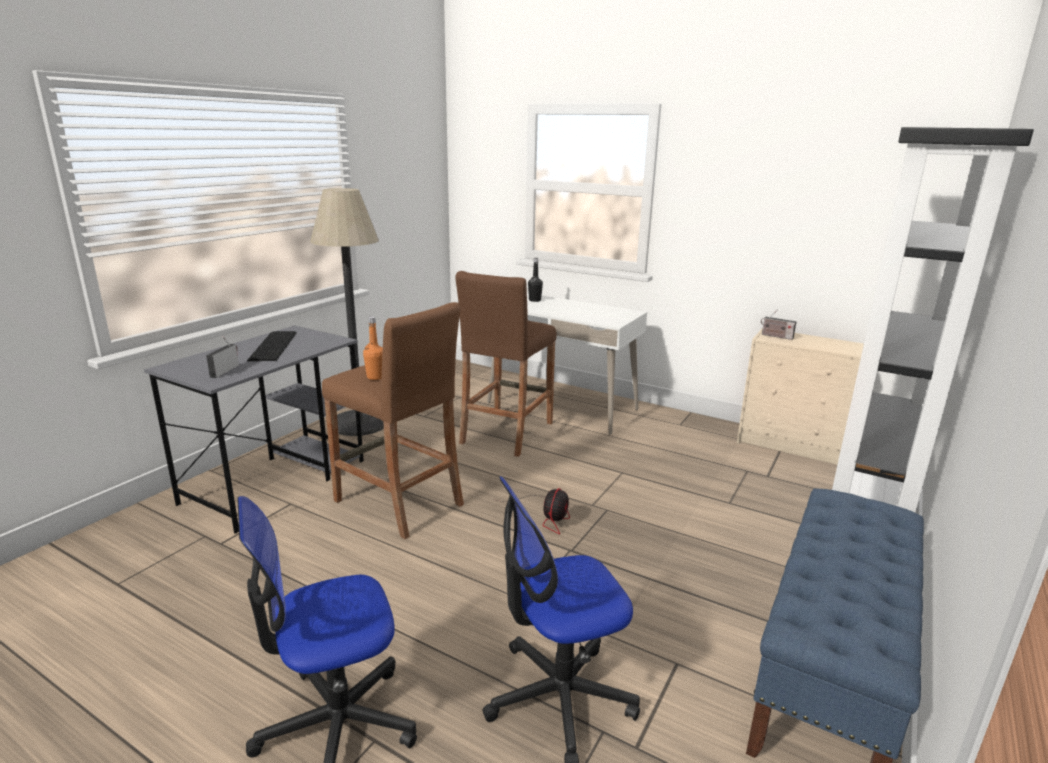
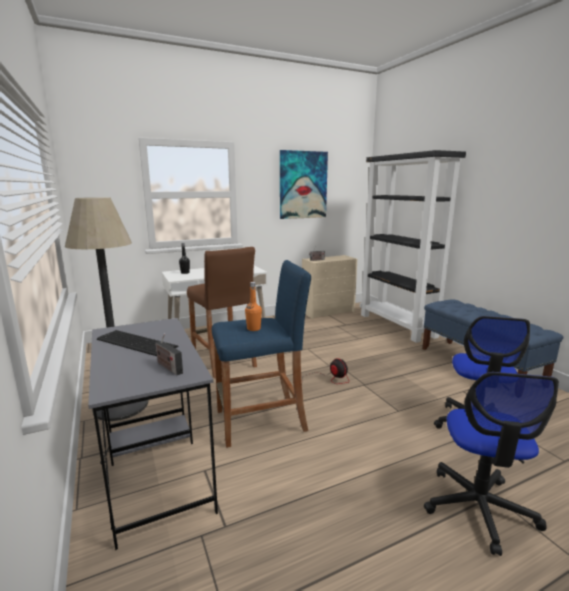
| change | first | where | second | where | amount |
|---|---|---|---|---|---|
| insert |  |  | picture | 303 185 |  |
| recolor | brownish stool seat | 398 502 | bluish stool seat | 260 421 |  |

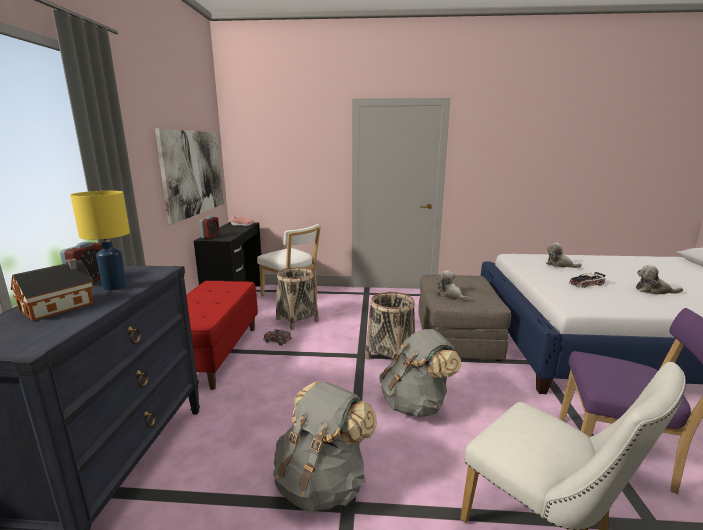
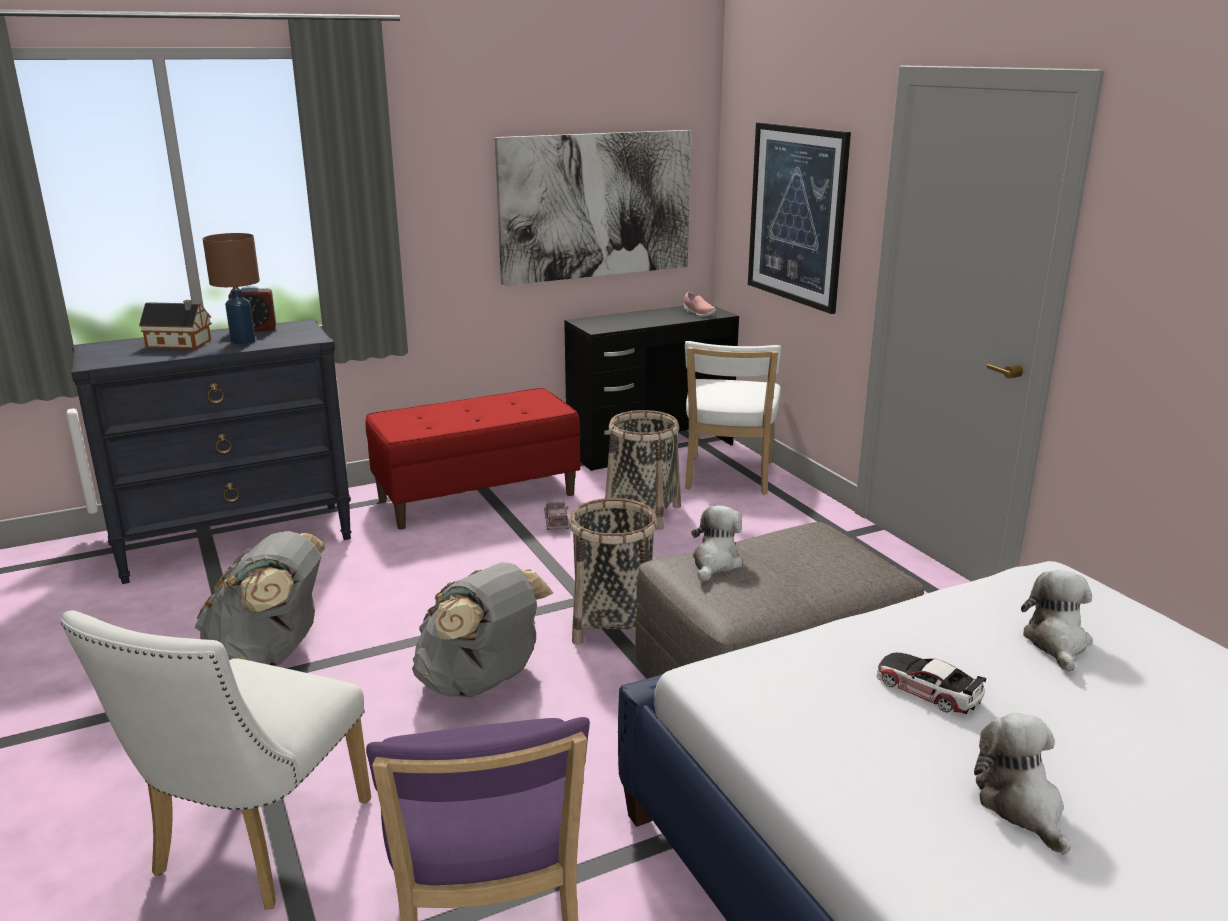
| change | first | where | second | where | amount |
|---|---|---|---|---|---|
| delete | alarm clock | 210 237 |  |  |  |
| insert |  |  | picture | 796 215 |  |
| recolor | yellow tabletop lamp | 114 286 | brownish tabletop lamp | 243 341 |  |

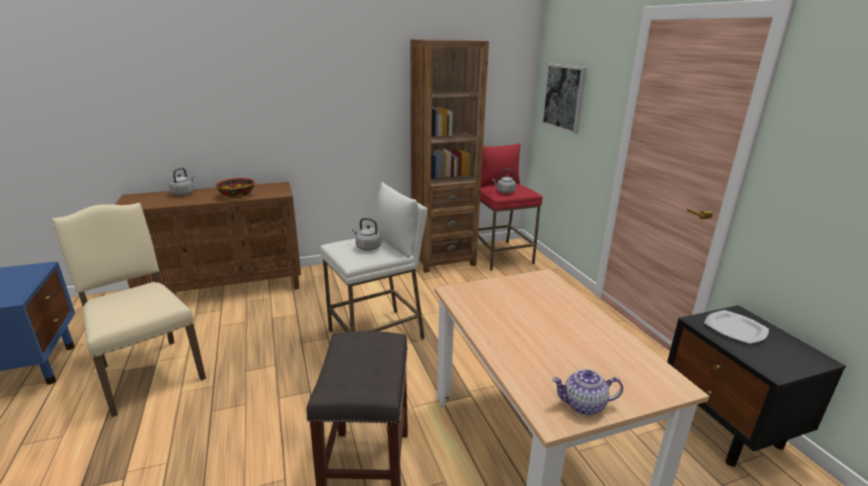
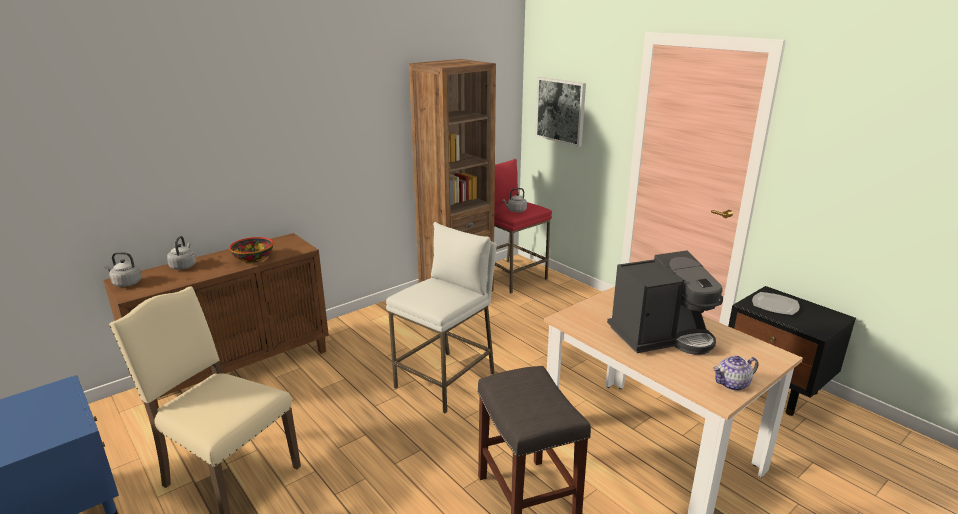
| change | first | where | second | where | amount |
|---|---|---|---|---|---|
| insert |  |  | coffee machine | 662 336 |  |
| move | gray kettle | 367 247 |  | 126 283 |  |

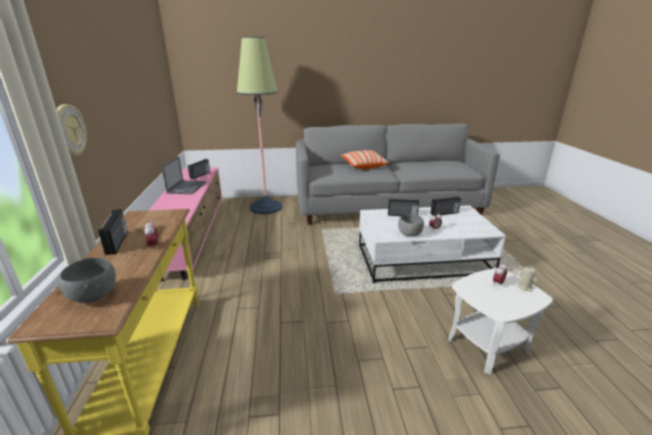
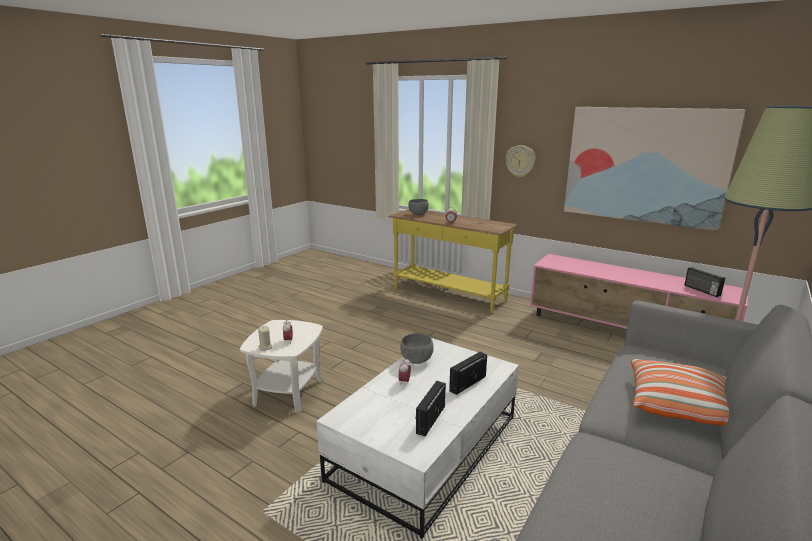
| change | first | where | second | where | amount |
|---|---|---|---|---|---|
| delete | radio set | 118 242 |  |  |  |
| delete | laptop | 187 187 |  |  |  |
| insert |  |  | picture | 644 165 |  |

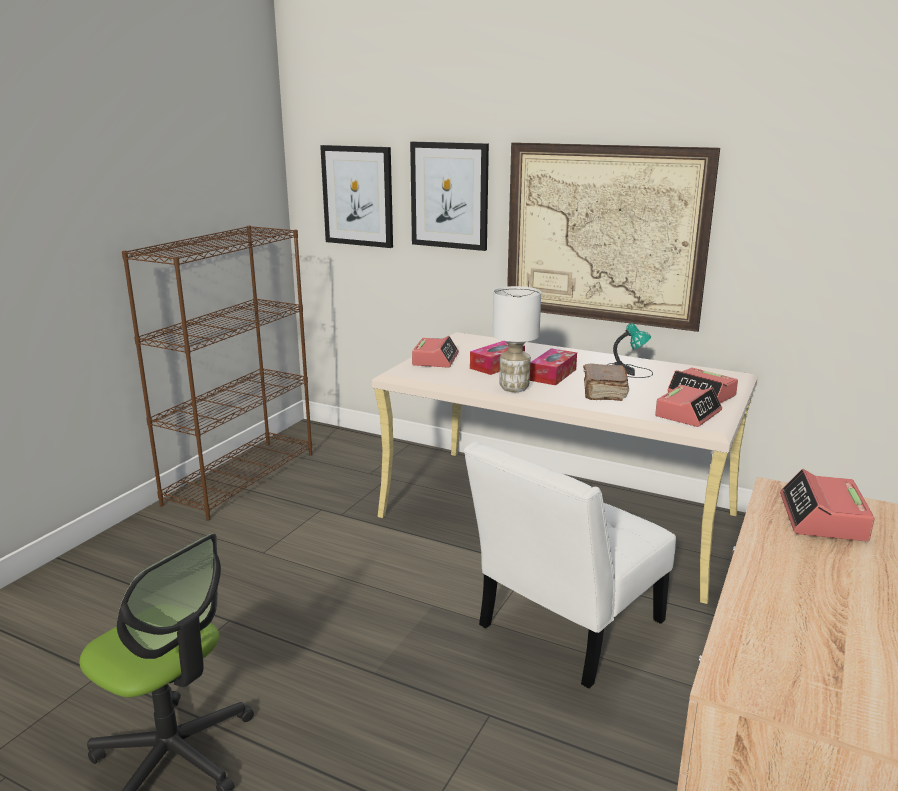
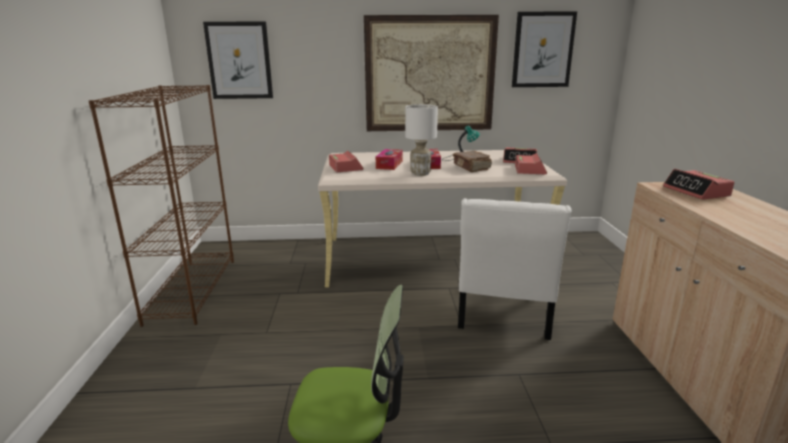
| change | first | where | second | where | amount |
|---|---|---|---|---|---|
| move | picture | 449 195 |  | 542 50 |  |

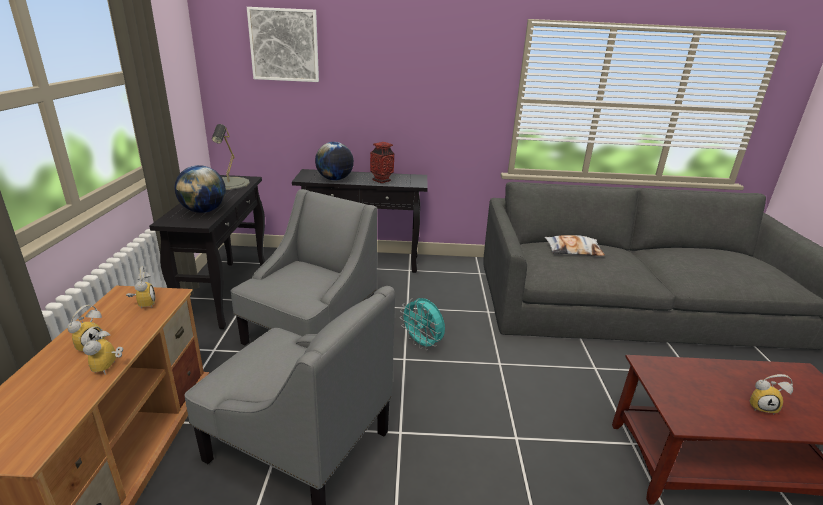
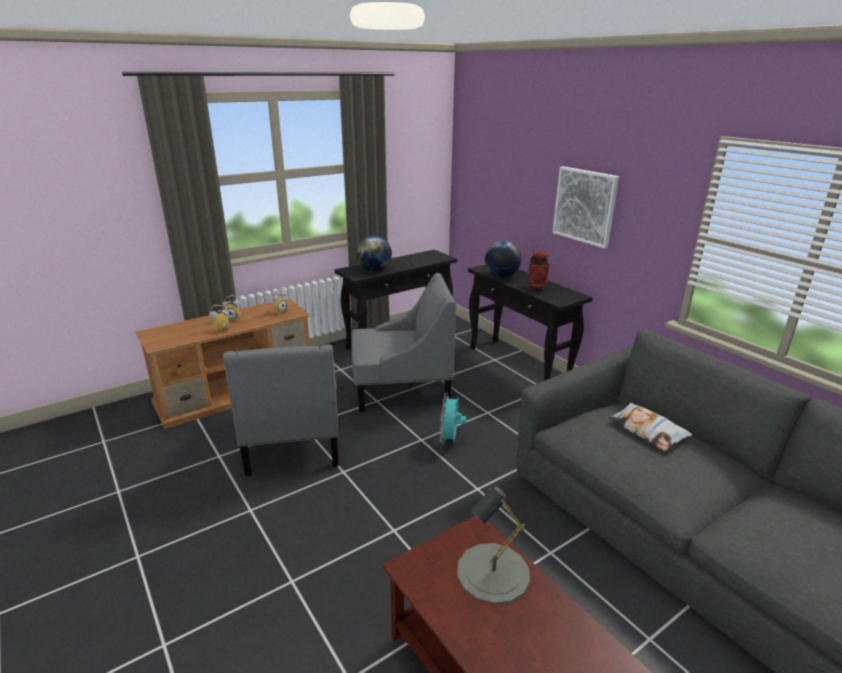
| change | first | where | second | where | amount |
|---|---|---|---|---|---|
| delete | alarm clock | 762 406 |  |  |  |
| move | gray tabletop lamp | 229 183 |  | 493 573 |  |
| move | picture | 284 45 |  | 585 206 |  |

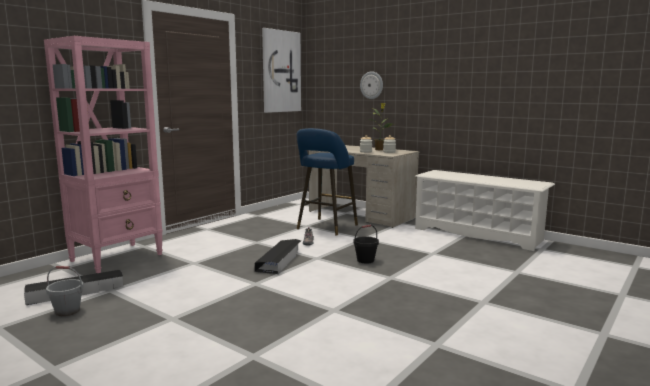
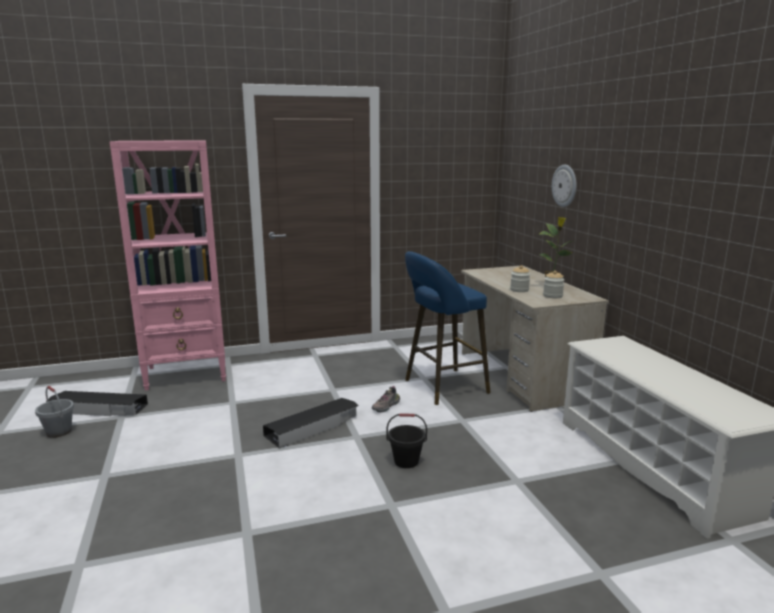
| change | first | where | second | where | amount |
|---|---|---|---|---|---|
| delete | picture | 281 71 |  |  |  |

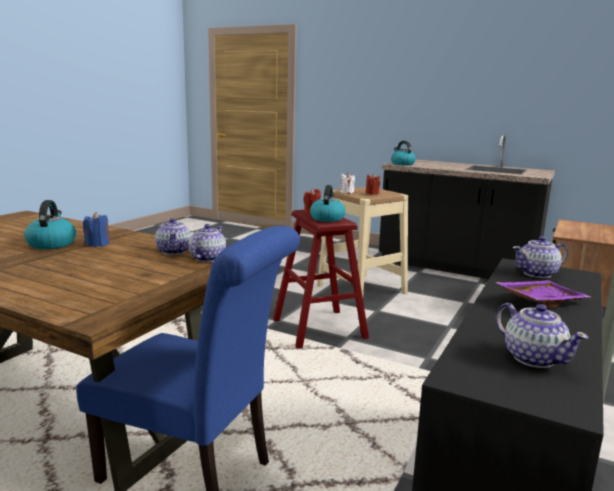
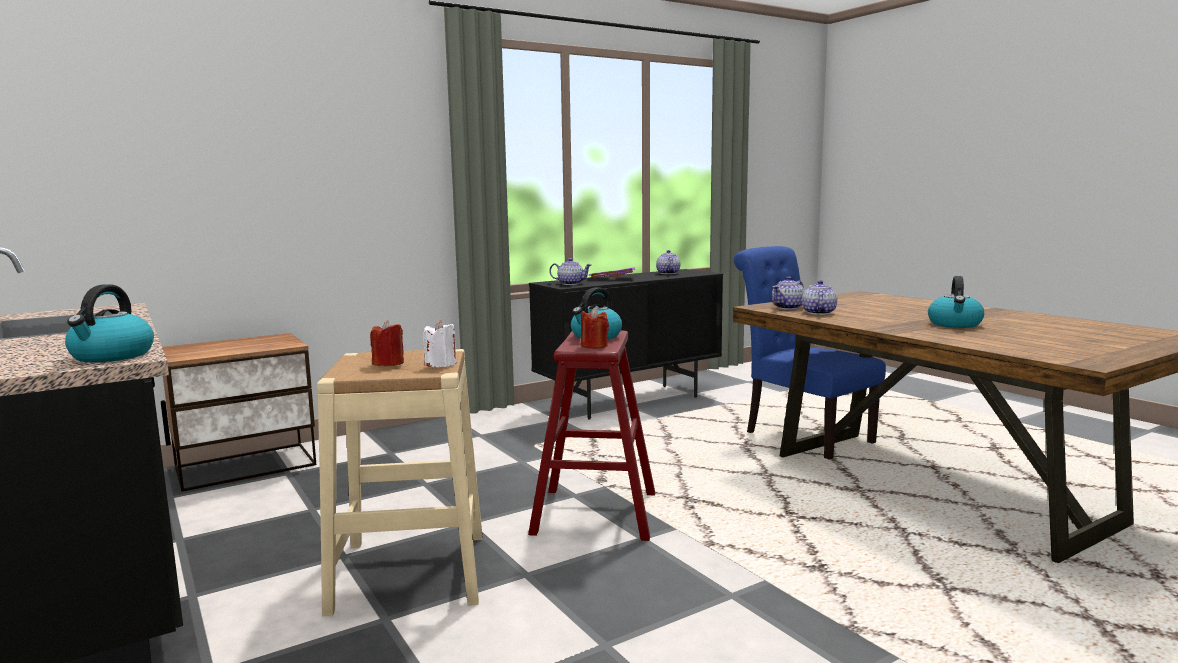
| change | first | where | second | where | amount |
|---|---|---|---|---|---|
| delete | bluish wax candle | 97 244 |  |  |  |

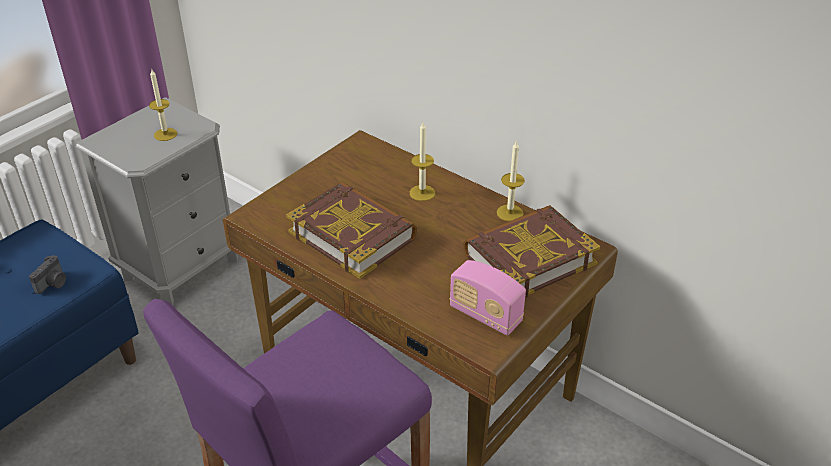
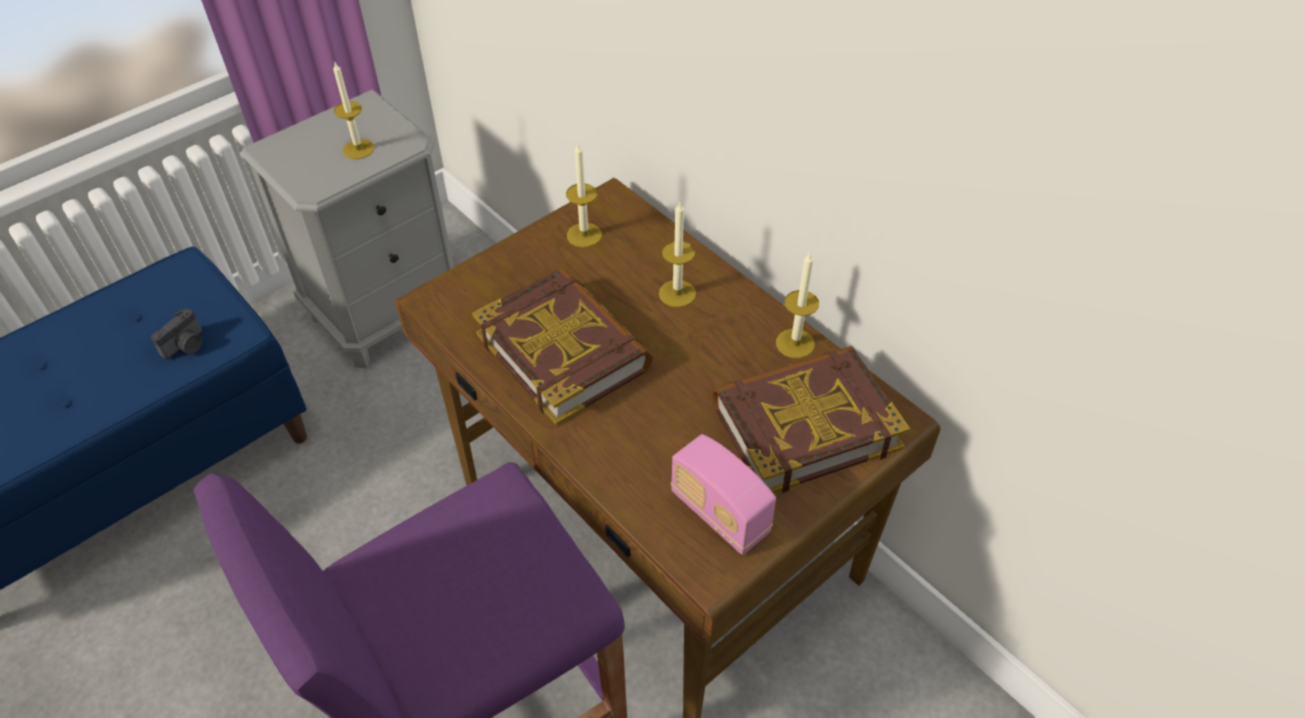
| change | first | where | second | where | amount |
|---|---|---|---|---|---|
| insert |  |  | wax candle | 584 235 |  |

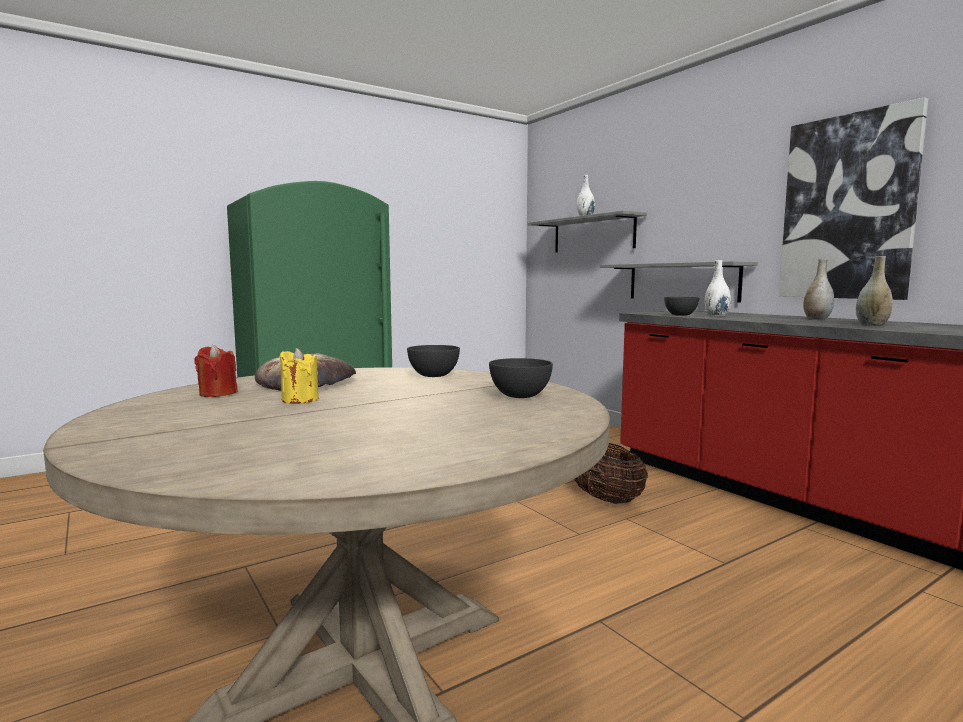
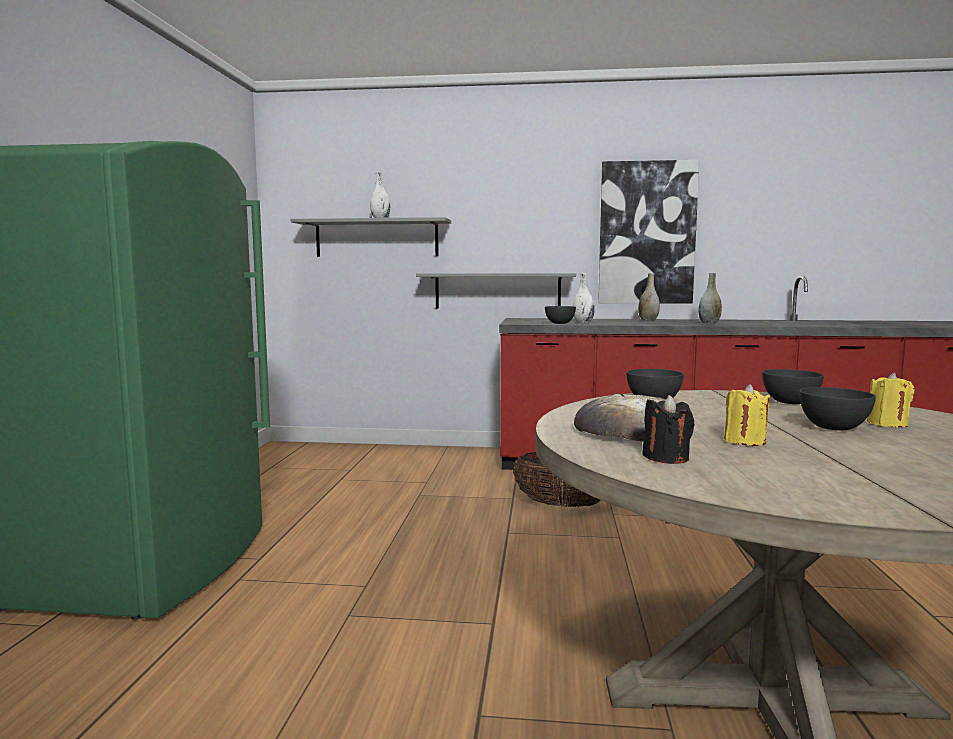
| change | first | where | second | where | amount |
|---|---|---|---|---|---|
| insert |  |  | gray serving bowl | 834 427 |  |
| insert |  |  | yellow wax candle | 887 424 |  |
| recolor | red-coloured wax candle | 217 393 | black wax candle | 666 457 |  |

